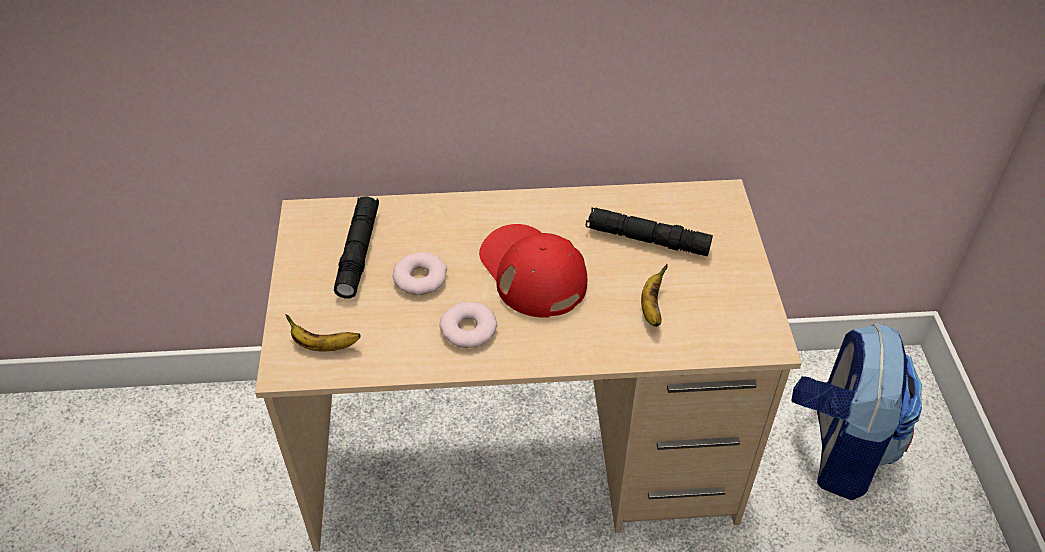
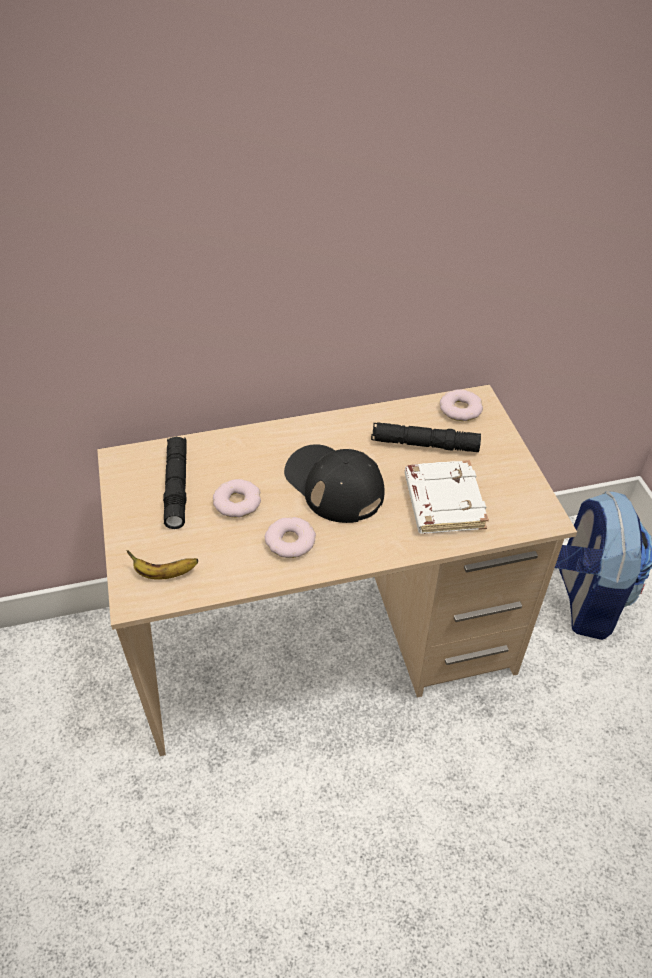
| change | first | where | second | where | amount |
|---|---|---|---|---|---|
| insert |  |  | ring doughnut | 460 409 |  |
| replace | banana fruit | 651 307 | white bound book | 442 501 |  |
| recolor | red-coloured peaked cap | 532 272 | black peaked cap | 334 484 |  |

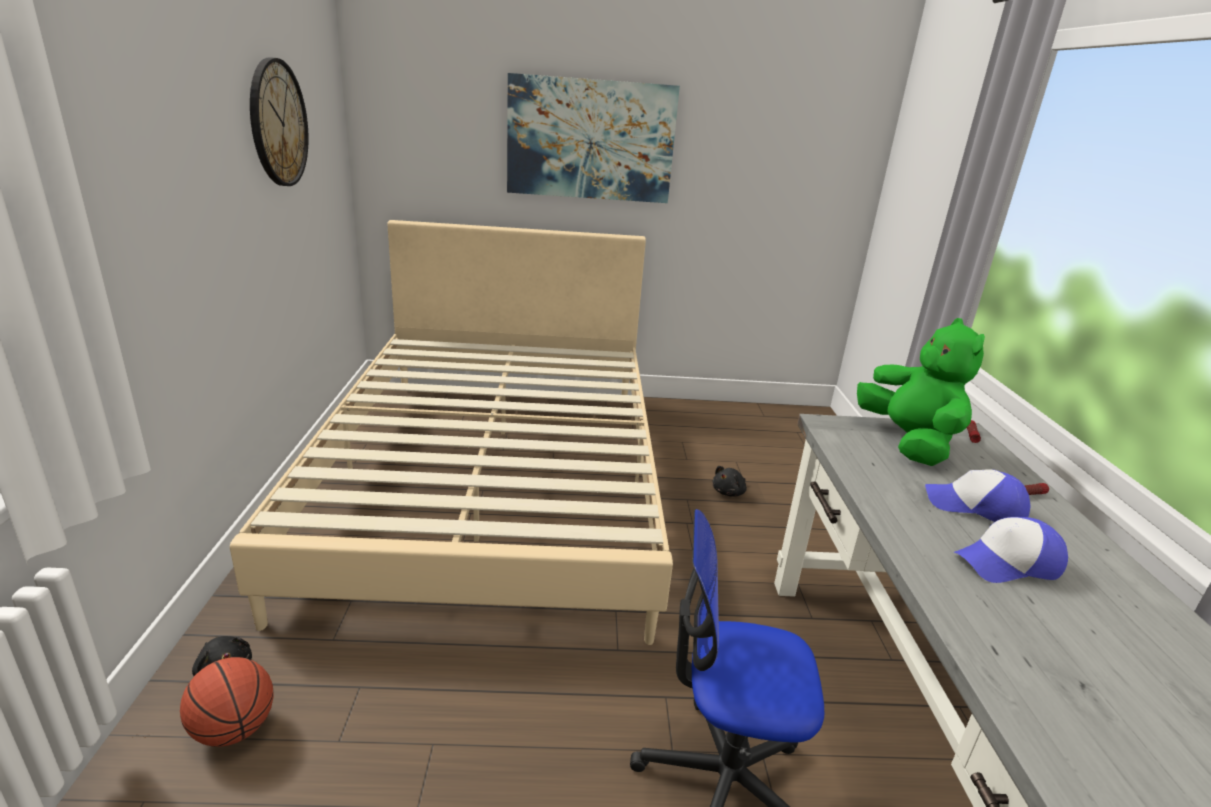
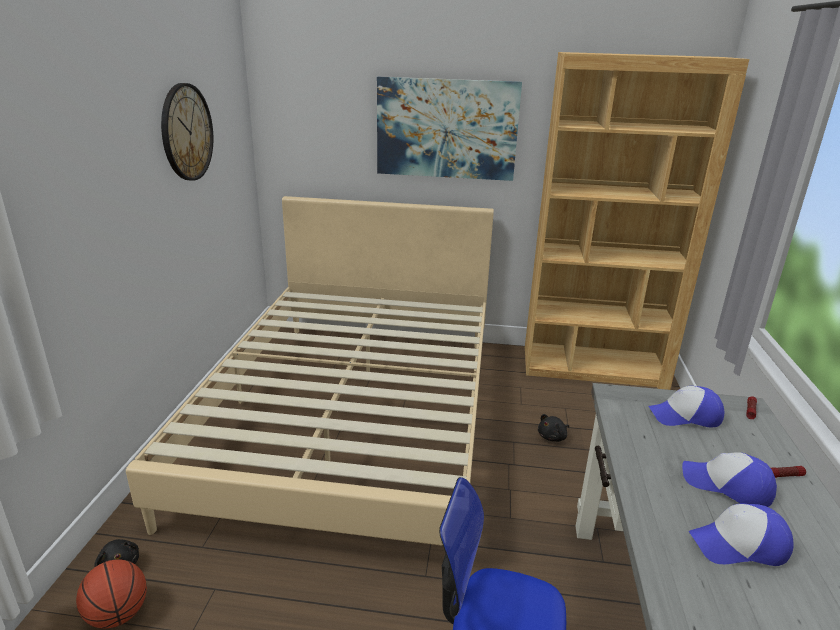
| change | first | where | second | where | amount |
|---|---|---|---|---|---|
| insert |  |  | brownish bookcase | 594 367 |  |
| replace | green-coloured cuddly toy | 908 442 | peaked cap | 685 416 |  |

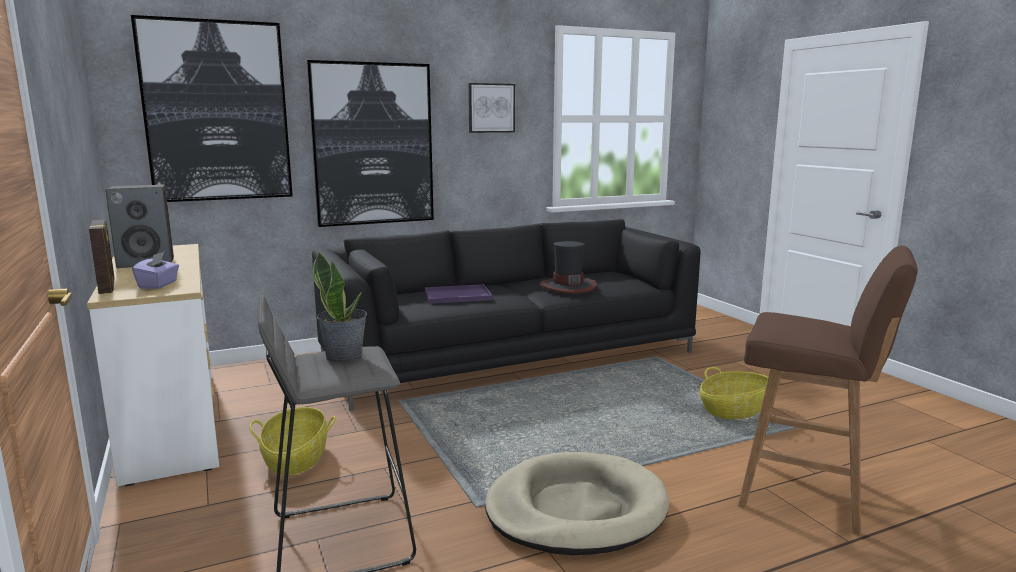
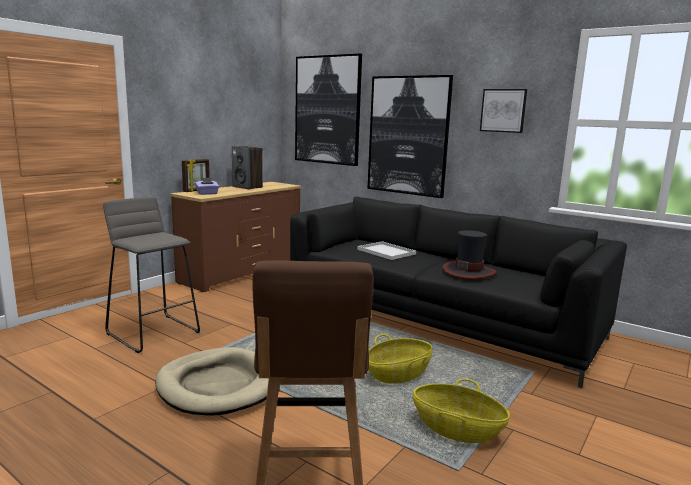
| change | first | where | second | where | amount |
|---|---|---|---|---|---|
| delete | plant in a pot | 344 356 |  |  |  |
| move | storage basket | 296 459 |  | 398 374 |  |
| recolor | white chest of drawers | 171 422 | brownish chest of drawers | 241 272 |  |
| recolor | purplish tray | 456 296 | white tray | 385 251 |  |

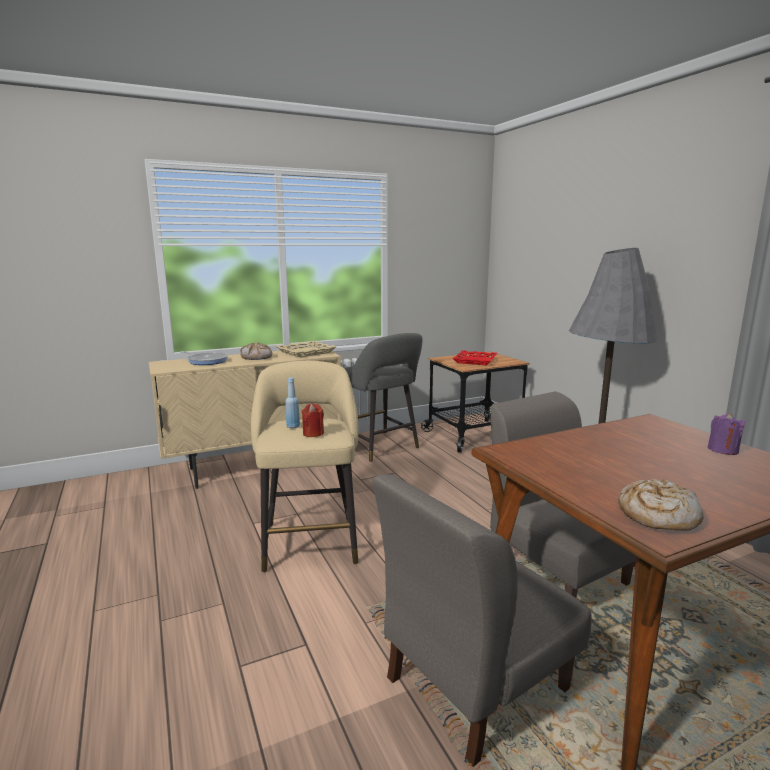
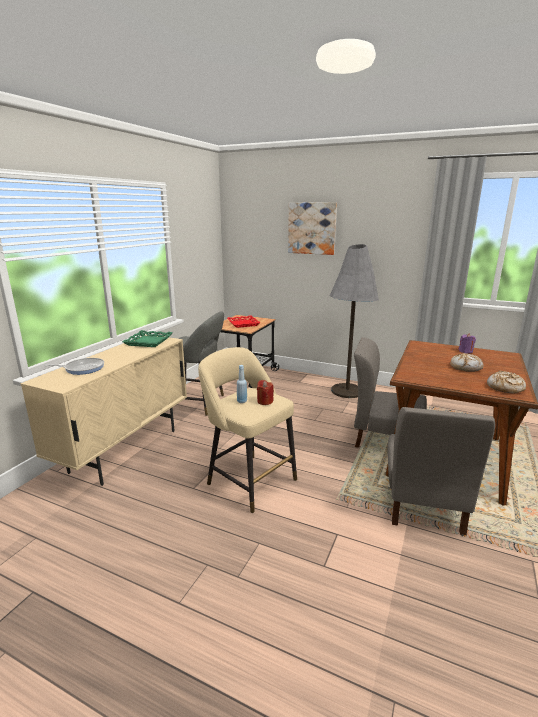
| change | first | where | second | where | amount |
|---|---|---|---|---|---|
| insert |  |  | picture | 312 228 |  |
| move | bread | 257 357 |  | 466 367 |  |
| recolor | beige tray | 306 352 | green-coloured tray | 148 341 |  |

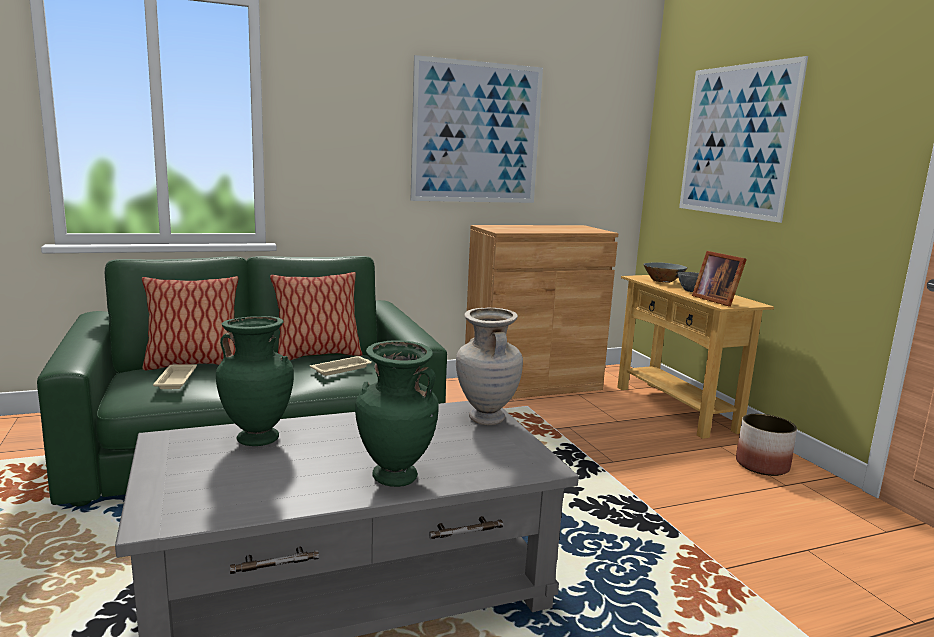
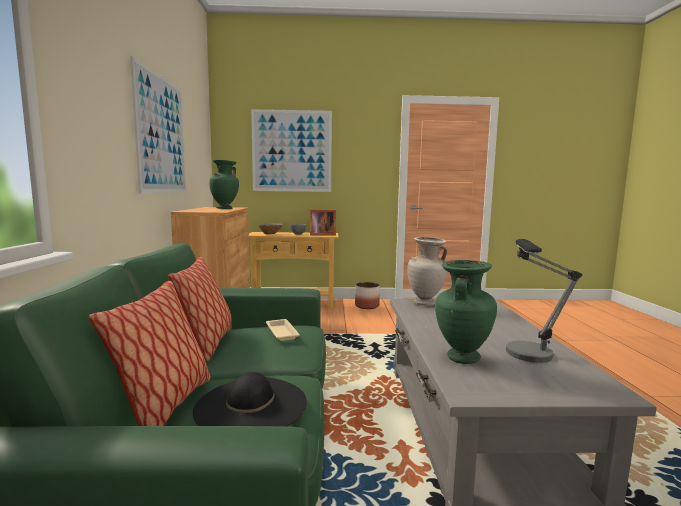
| change | first | where | second | where | amount |
|---|---|---|---|---|---|
| insert |  |  | tabletop lamp | 528 358 |  |
| move | green-coloured decorative vase | 395 478 |  | 225 209 |  |
| replace | beige tray | 176 379 | black hat | 251 405 |  |

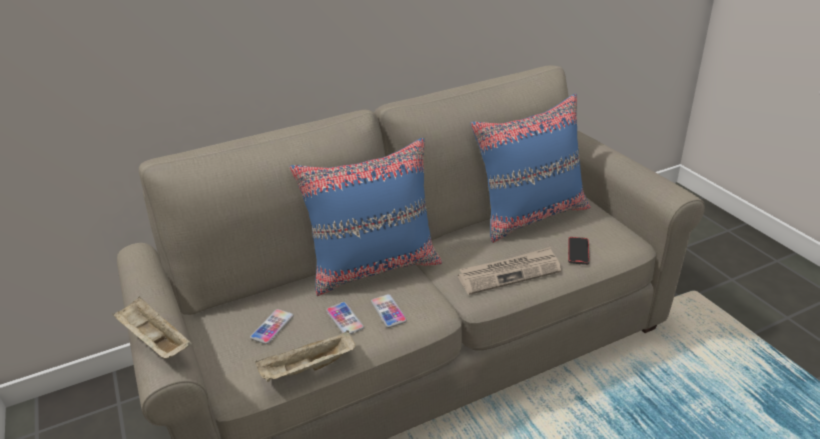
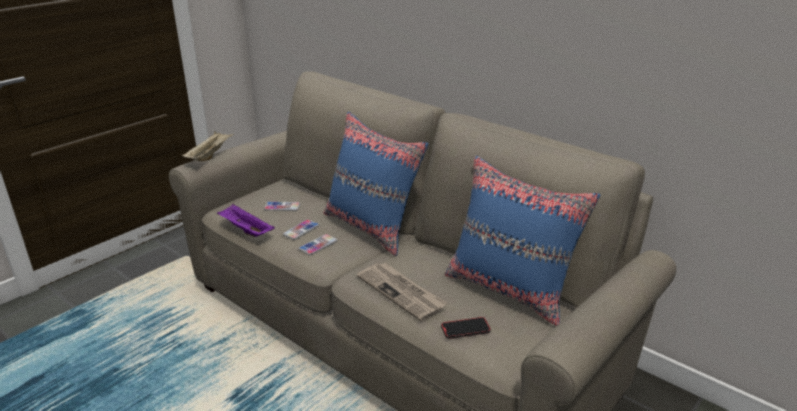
| change | first | where | second | where | amount |
|---|---|---|---|---|---|
| recolor | beige tray | 308 369 | purplish tray | 245 230 |  |

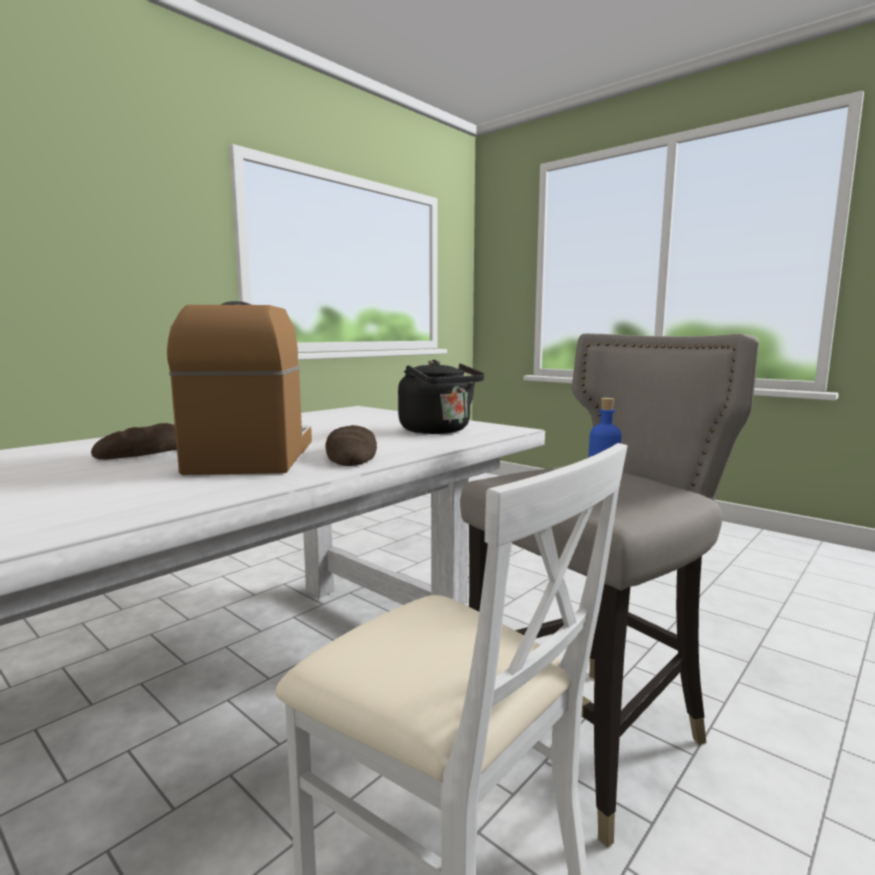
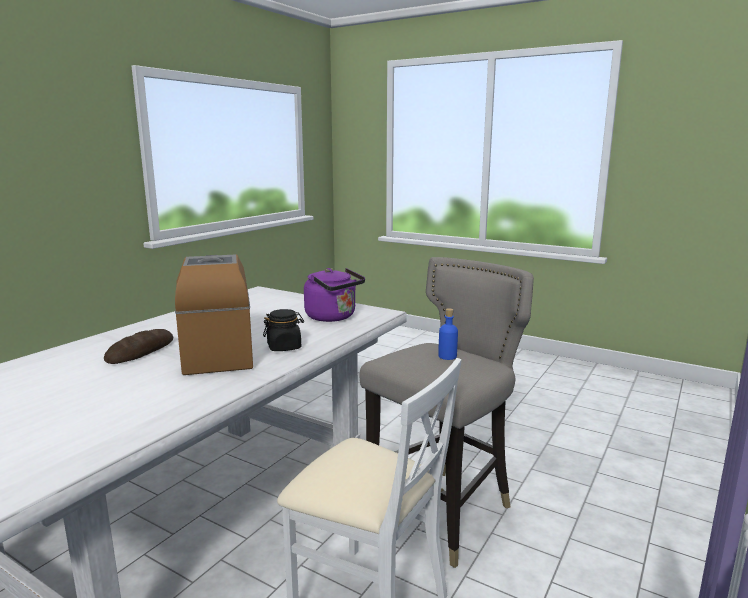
| change | first | where | second | where | amount |
|---|---|---|---|---|---|
| replace | bread | 351 454 | black storage jar | 284 347 |  |
| recolor | black kettle | 438 431 | purplish kettle | 333 317 |  |

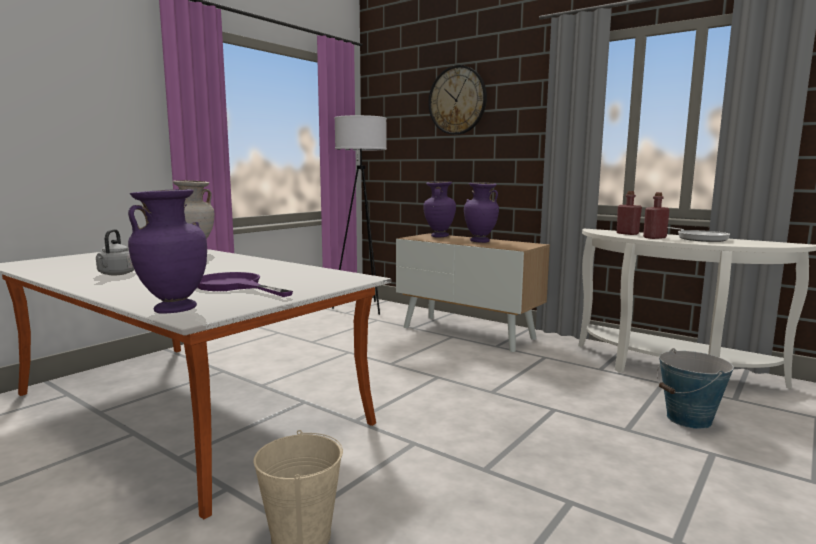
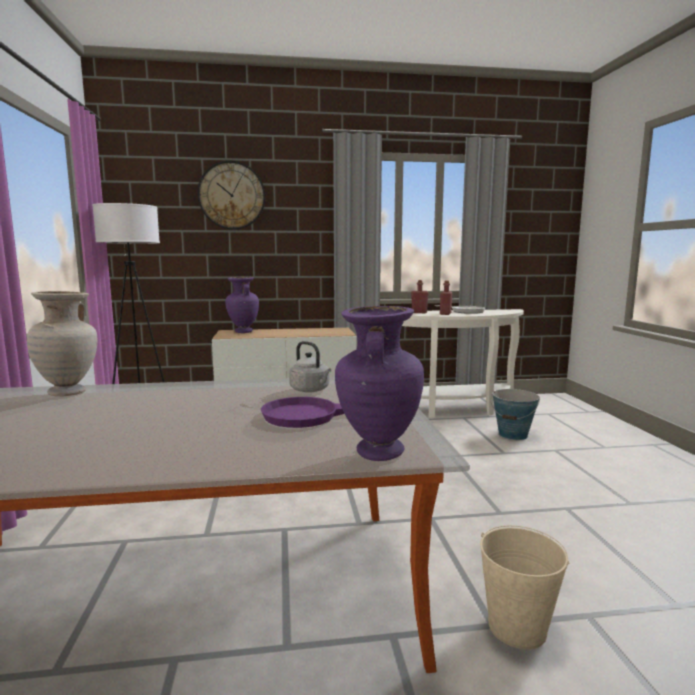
| change | first | where | second | where | amount |
|---|---|---|---|---|---|
| delete | purplish decorative vase | 480 241 |  |  |  |
| move | gray kettle | 116 274 |  | 311 390 |  |

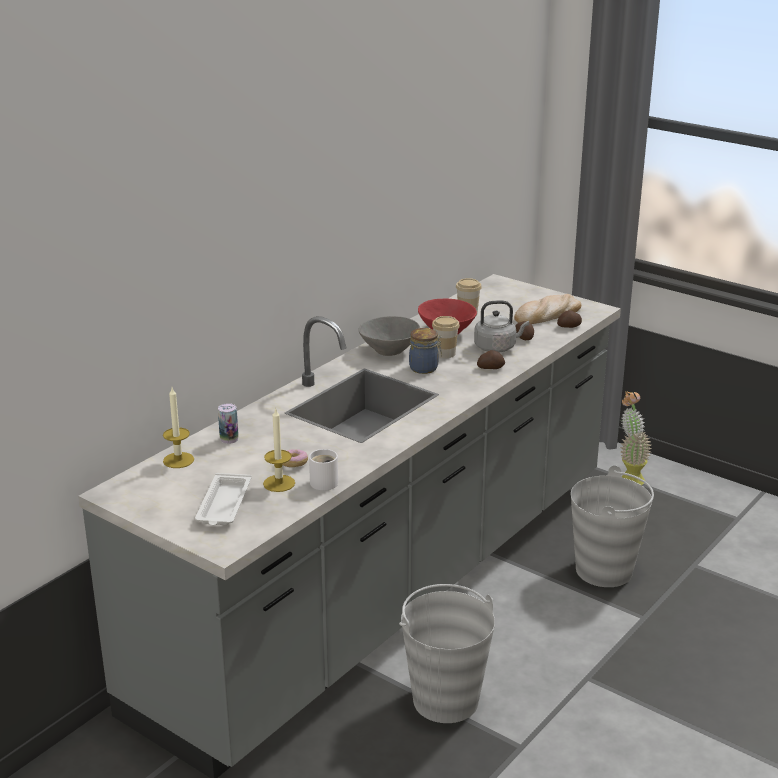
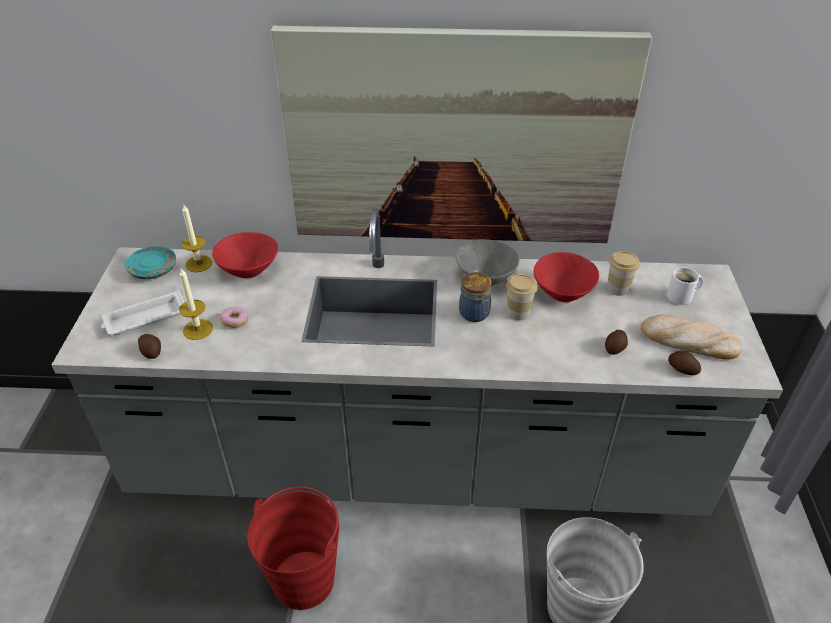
| change | first | where | second | where | amount |
|---|---|---|---|---|---|
| delete | gray kettle | 497 347 |  |  |  |
| delete | plant in a pot | 629 476 |  |  |  |
| insert |  |  | turquoise-coloured plate | 153 269 |  |
| insert |  |  | picture | 455 141 |  |
| move | white coffee mug | 326 482 |  | 682 296 |  |
| move | whole potato | 490 367 |  | 151 351 |  |
| replace | sealed can | 229 439 | red-coloured serving bowl | 249 271 |  |
| recolor | gray pail | 445 700 | red-coloured pail | 304 580 |  |

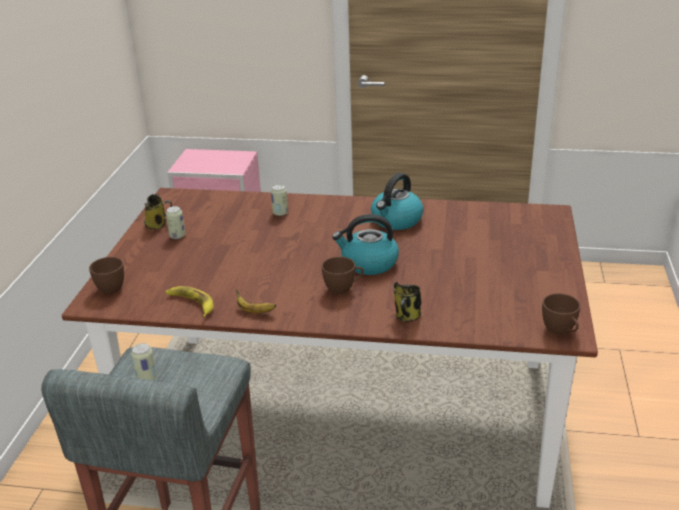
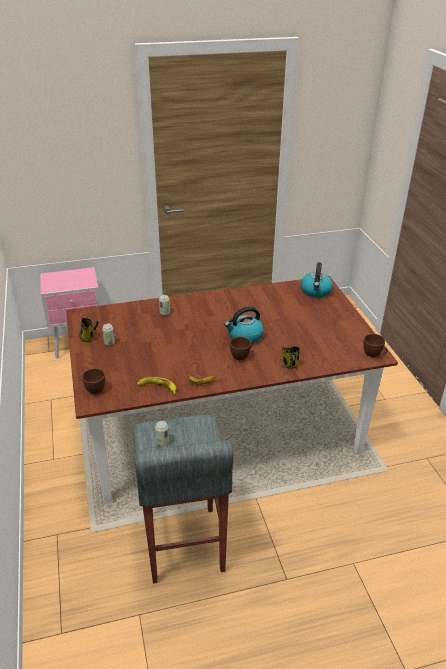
| change | first | where | second | where | amount |
|---|---|---|---|---|---|
| move | kettle | 396 221 |  | 316 291 |  |

